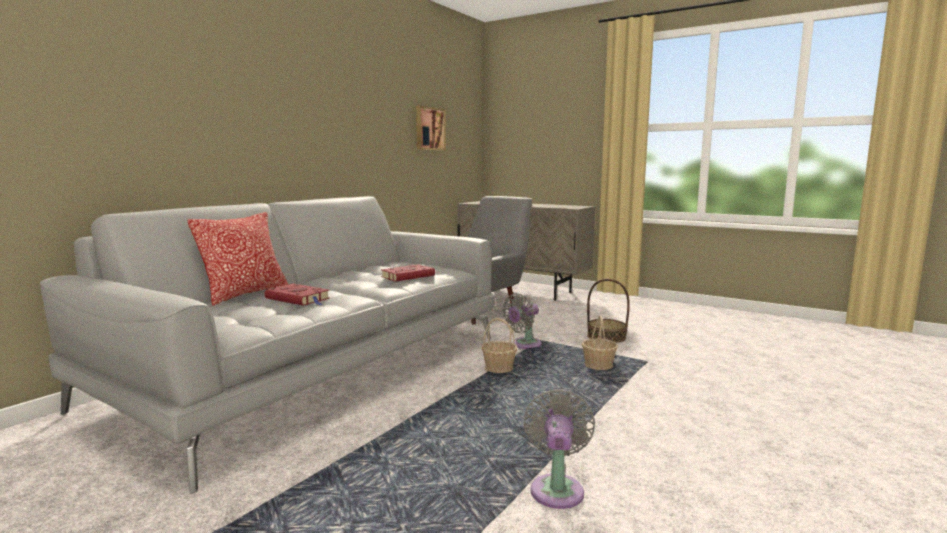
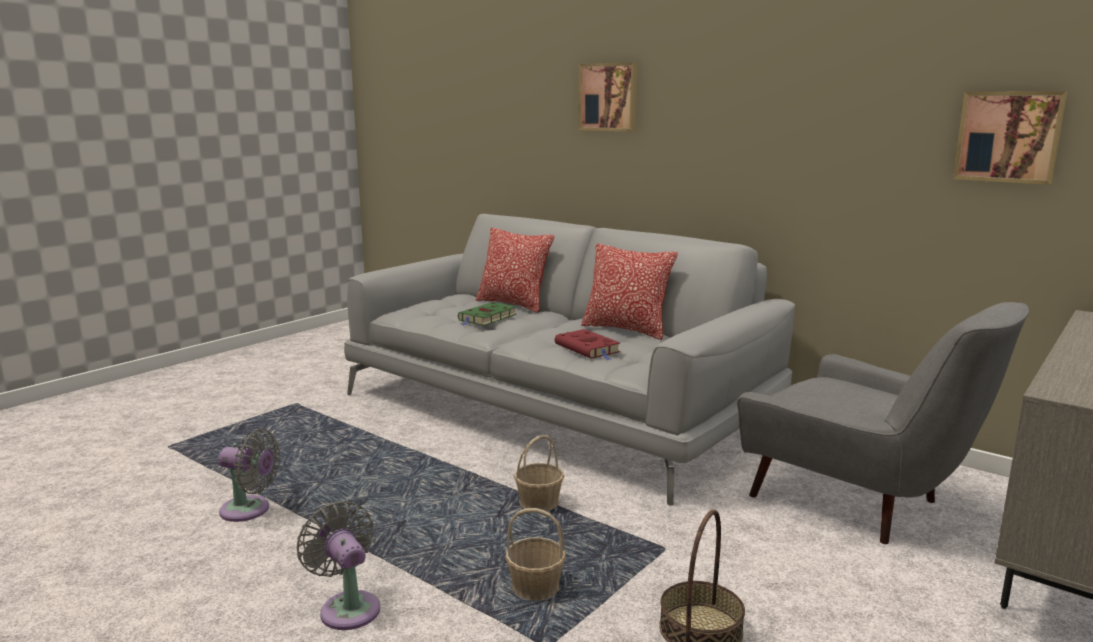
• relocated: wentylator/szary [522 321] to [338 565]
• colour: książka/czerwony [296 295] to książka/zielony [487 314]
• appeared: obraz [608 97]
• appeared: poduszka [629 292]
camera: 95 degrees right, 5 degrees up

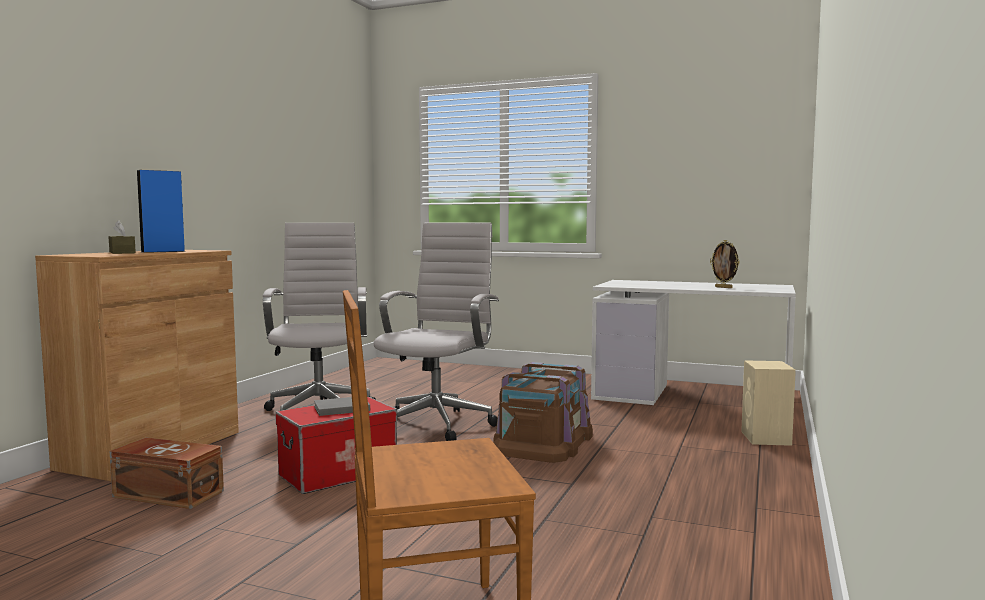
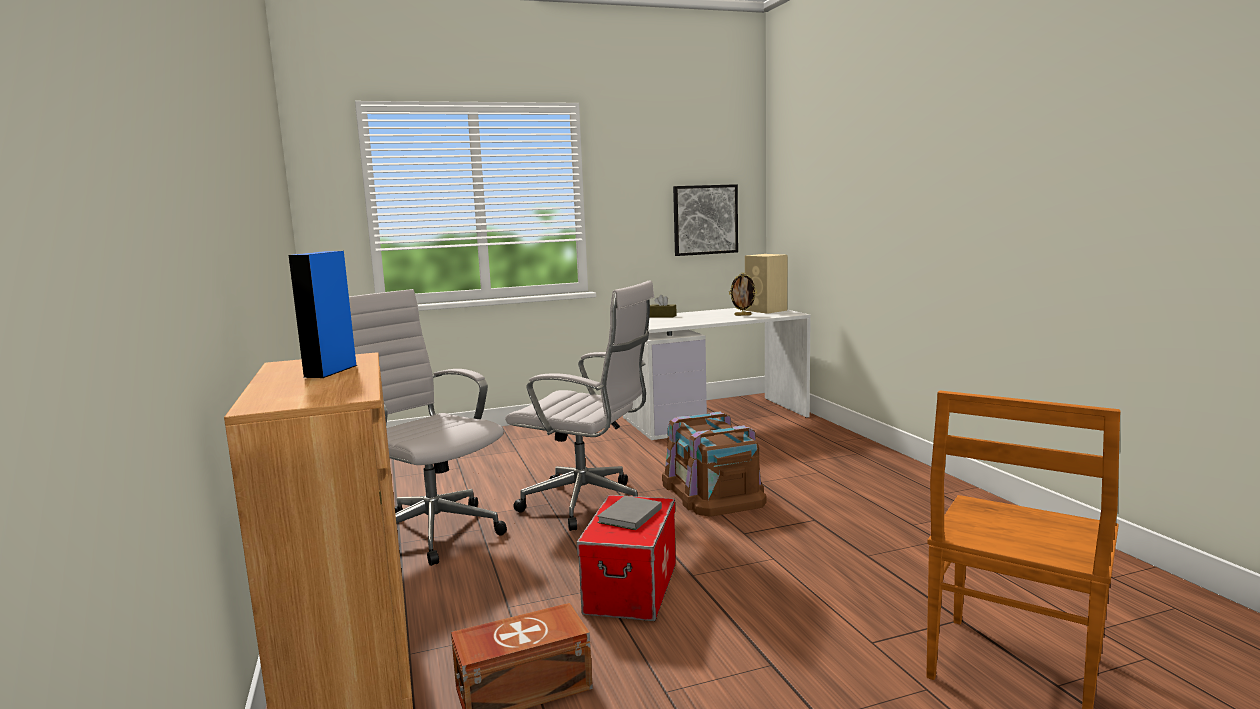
• spun: krzesło biurowe/biały [436 332] = [579 405] 135 degrees clockwise
• relocated: pudełko chusteczek/brązowy [122 237] to [662 306]
• appeared: obraz [705 220]
• relocated: głośnik/beżowy [768 403] to [766 284]
camera: 40 degrees left, 5 degrees up

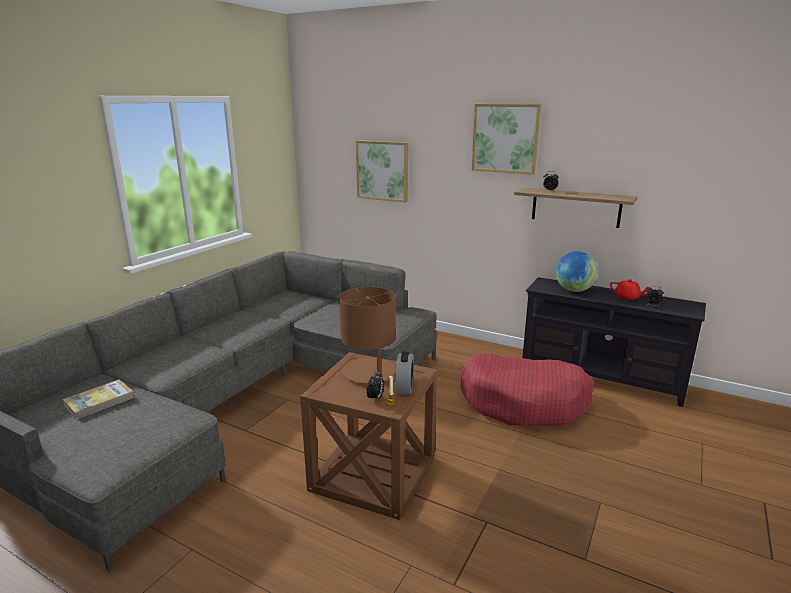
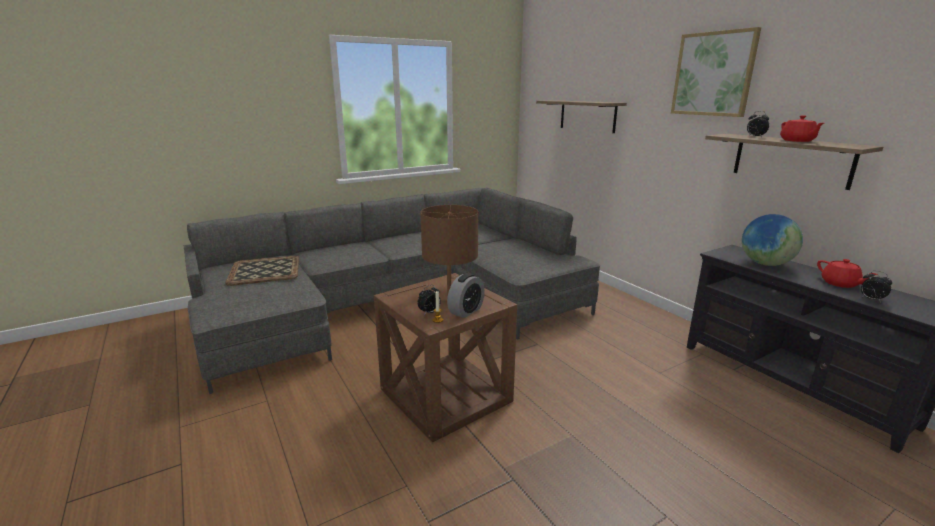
• exchanged: książka [99 399] to taca [262 271]
• exchanged: obraz [382 171] to półka [581 116]
• appeared: imbryk/czerwony [802 128]
• missing: legowisko/czerwony [527 390]
camera: 30 degrees right, 0 degrees up

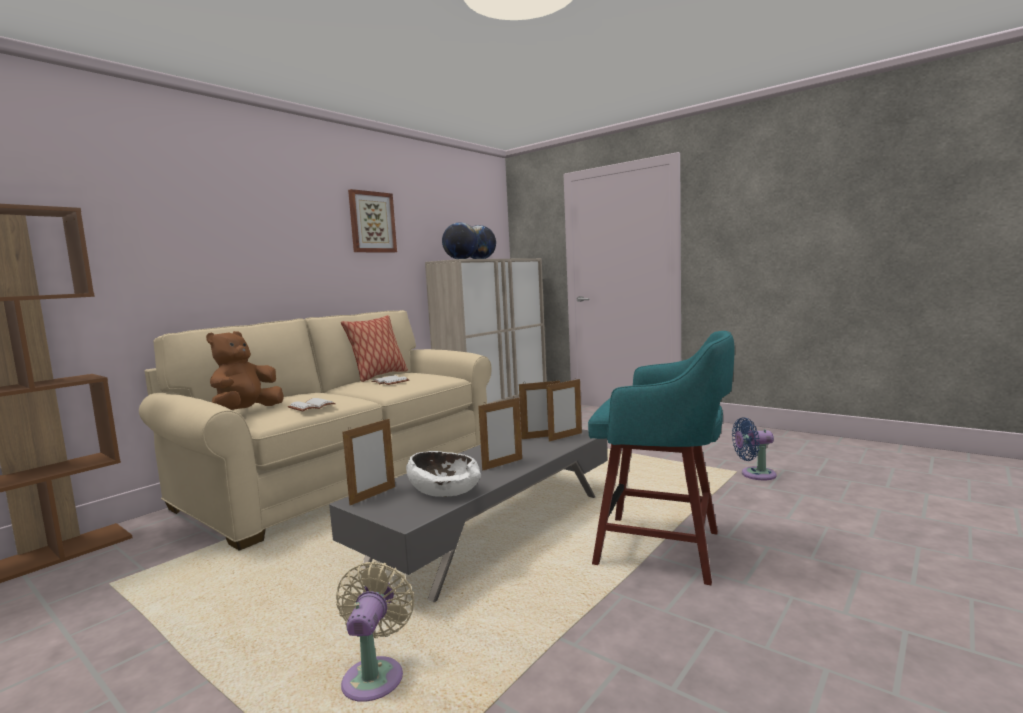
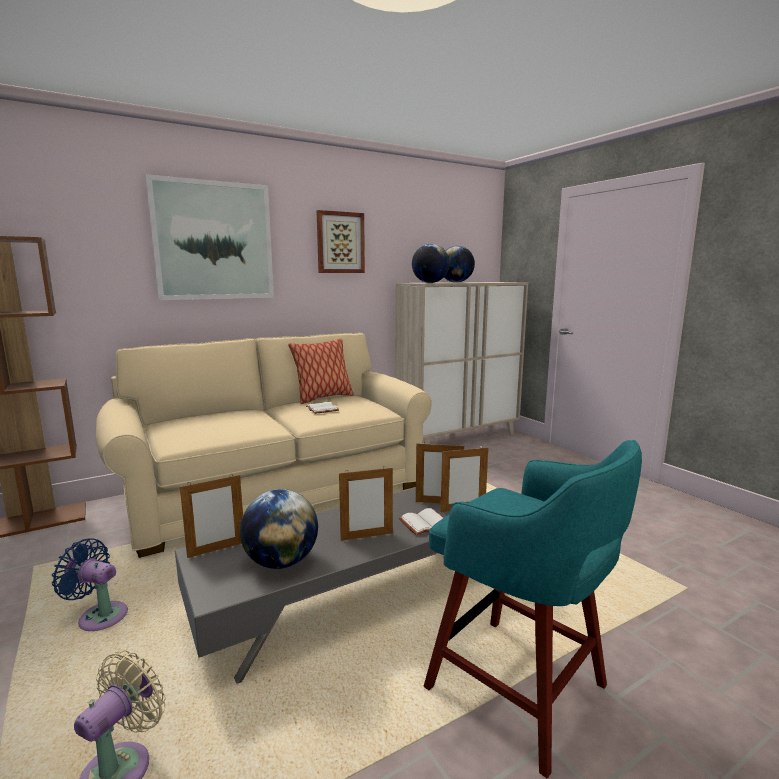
• relocated: wentylator/niebieski [754 448] to [90 584]
• appeared: obraz [209 237]
• exchanged: miska/biały [443 474] to globus [279 529]
• relocated: książka/biały [312 405] to [421 522]
• missing: pluszak/brązowy [244 370]
camera: 20 degrees right, 5 degrees up

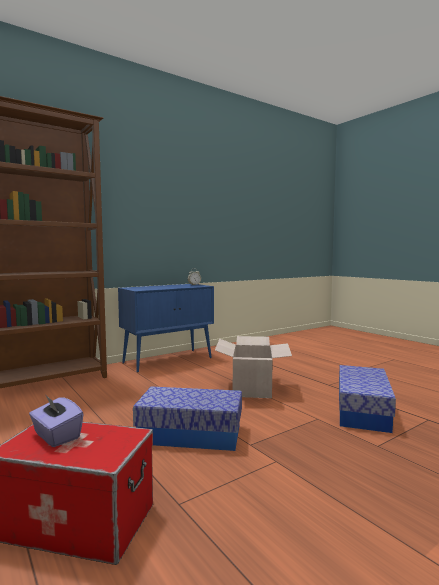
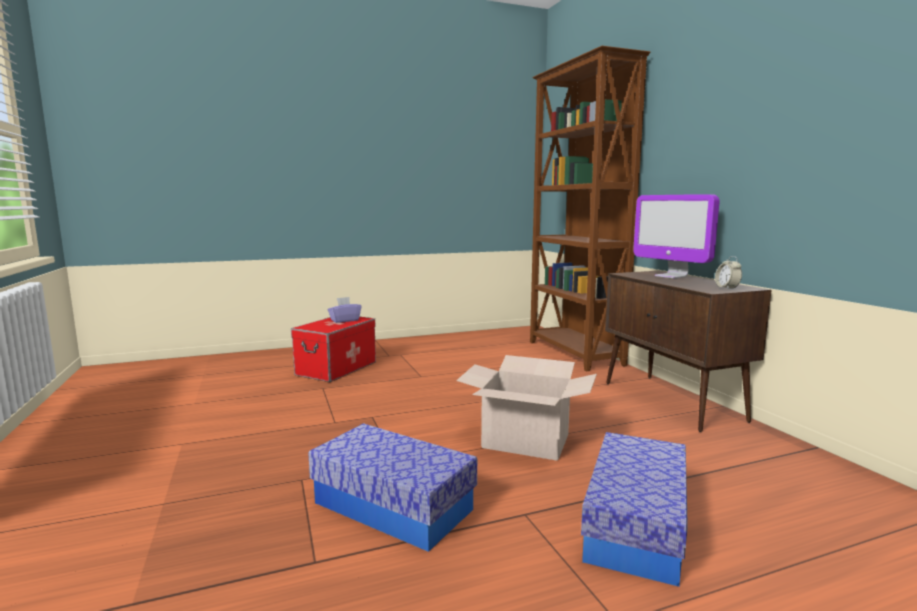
• relocated: pojemnik do przechowywania [187 418] to [634 509]
• colour: szafka/niebieski [166 328] to szafka/brązowy [688 351]
• appeared: monitor [676 236]
camera: 105 degrees right, 5 degrees up

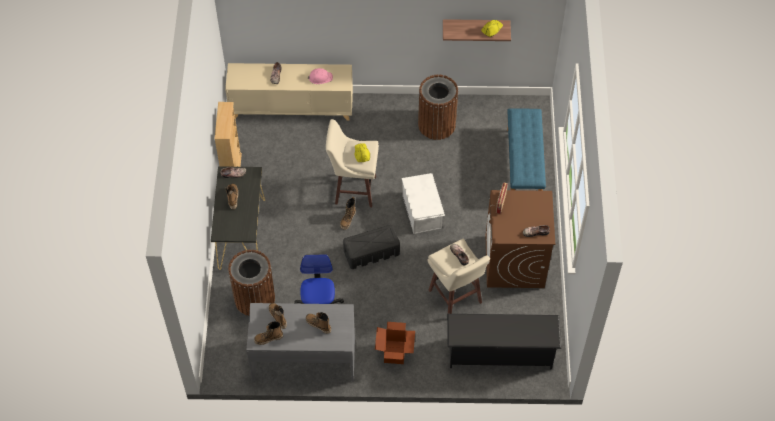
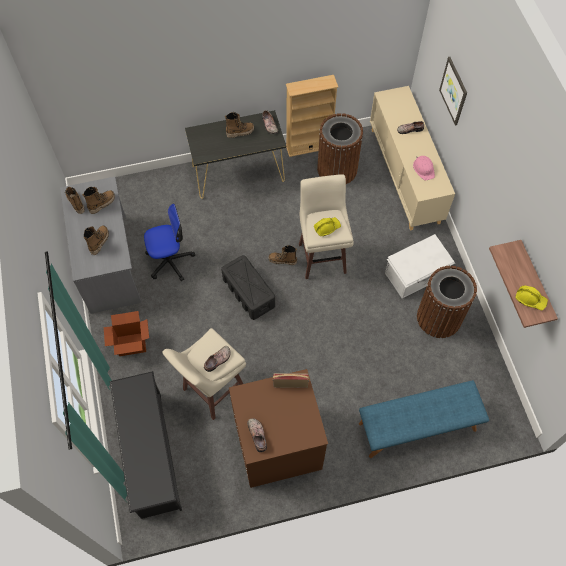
• relocated: kosz na śmieci/brązowy [251 283] to [340 148]
• relocated: pojemnik do przechowywania/biały [423 203] to [420 266]
• appeared: obraz [453 91]
camera: 75 degrees right, 5 degrees up

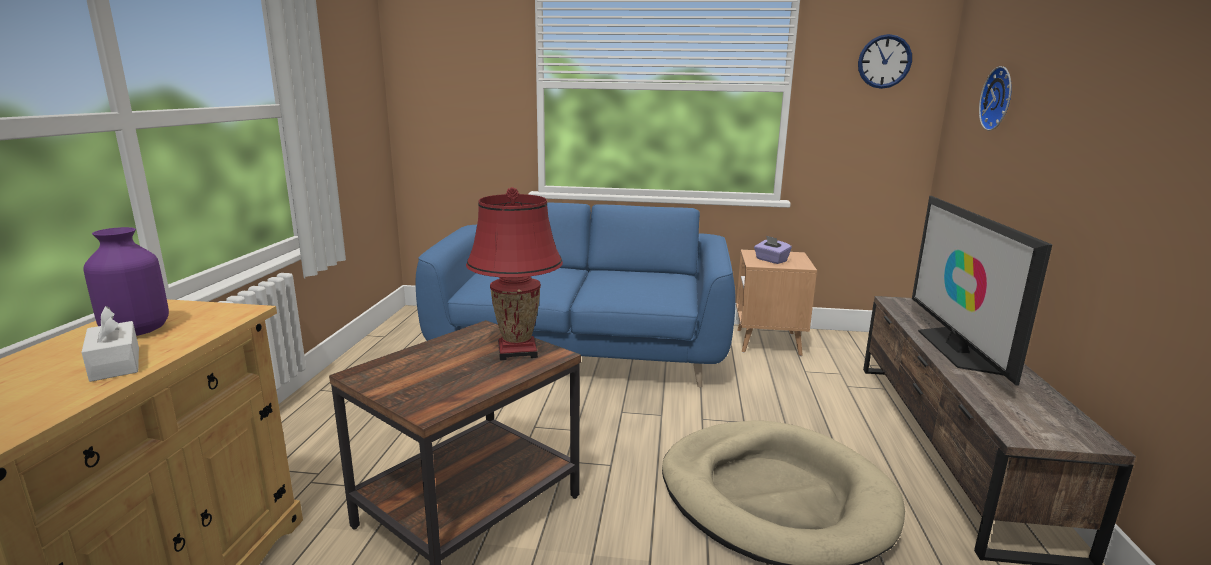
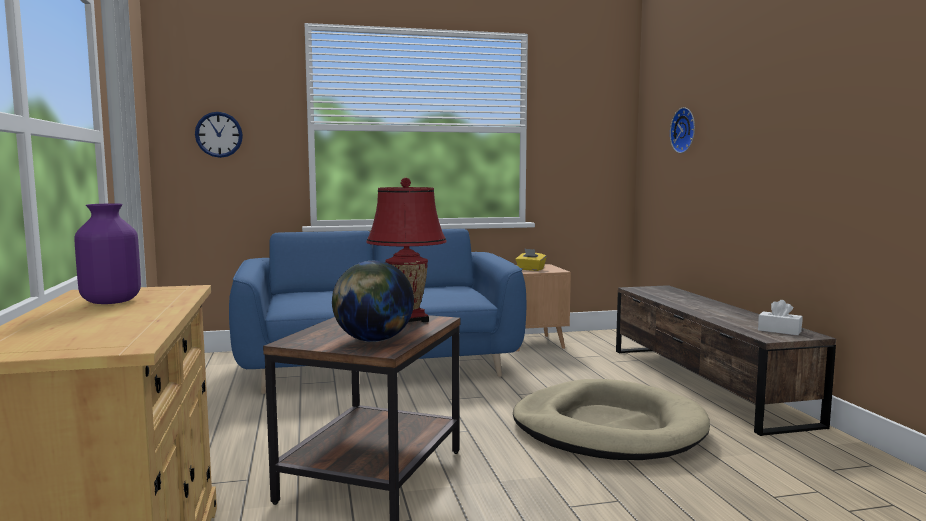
• relocated: zegar ścienny [885 61] to [219 135]
• appeared: globus [373 301]
• colour: pudełko chusteczek/fioletowy [773 249] to pudełko chusteczek/żółty [530 259]
• relocated: pudełko chusteczek/biały [110 344] to [780 317]
• missing: telewizor [982 290]
camera: 20 degrees left, 10 degrees down

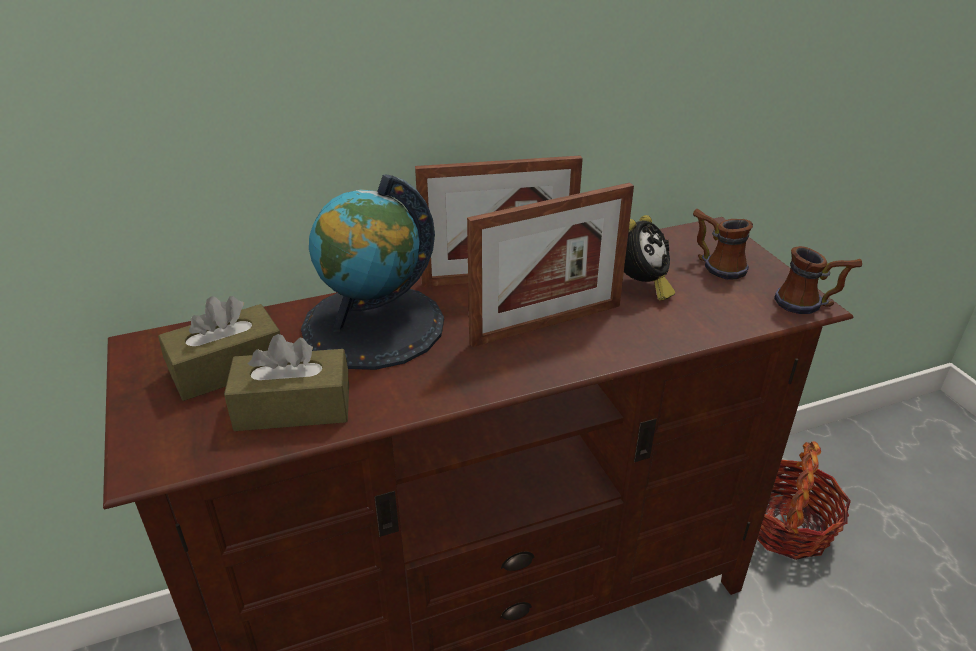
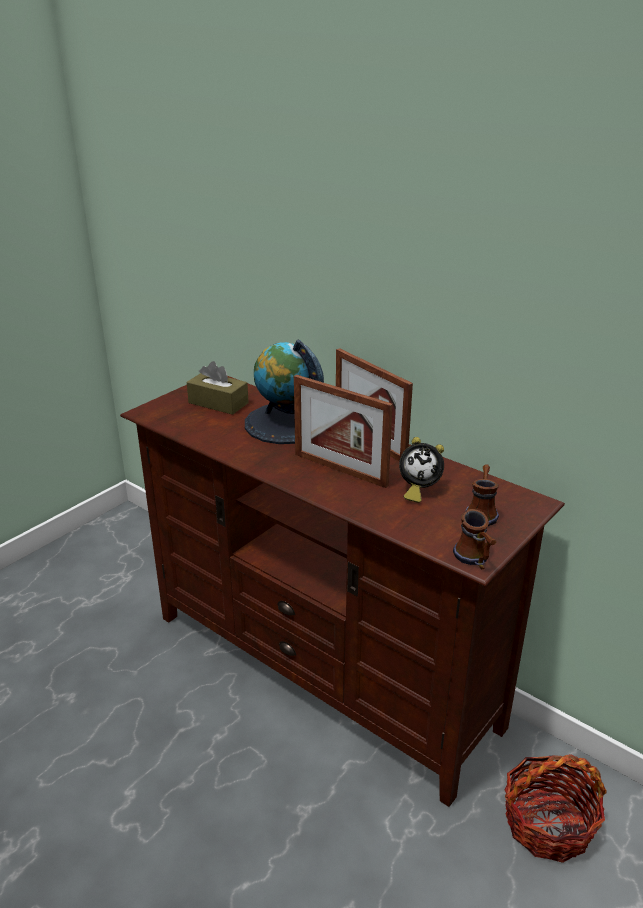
• missing: pudełko chusteczek/brązowy [286 382]
camera: 60 degrees right, 5 degrees down

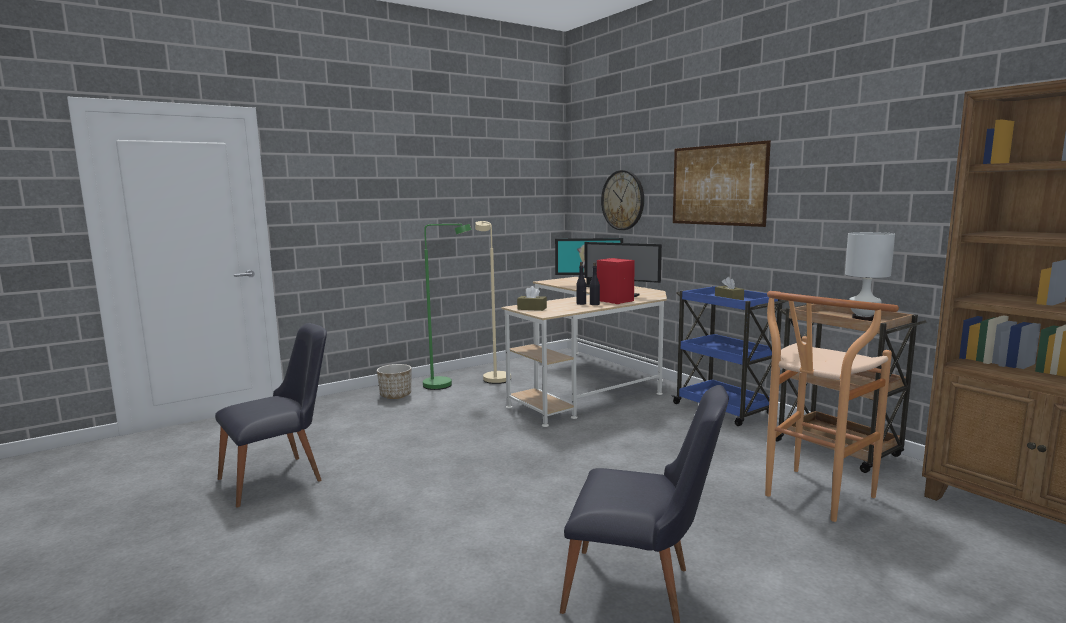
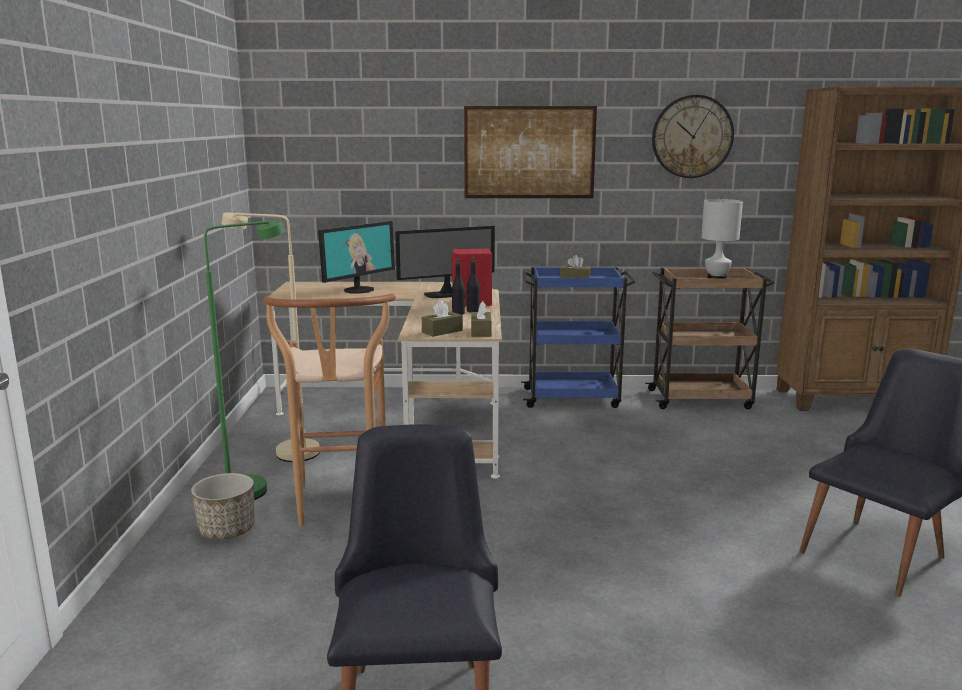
• relocated: stołek/brązowy [832 406] to [330 410]
• appeared: pudełko chusteczek/brązowy [481 319]
• relocated: zegar ścienny [622 200] to [693 136]
camera: 55 degrees left, 5 degrees up

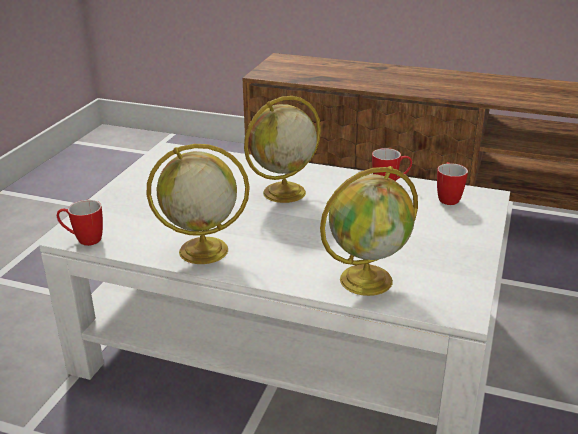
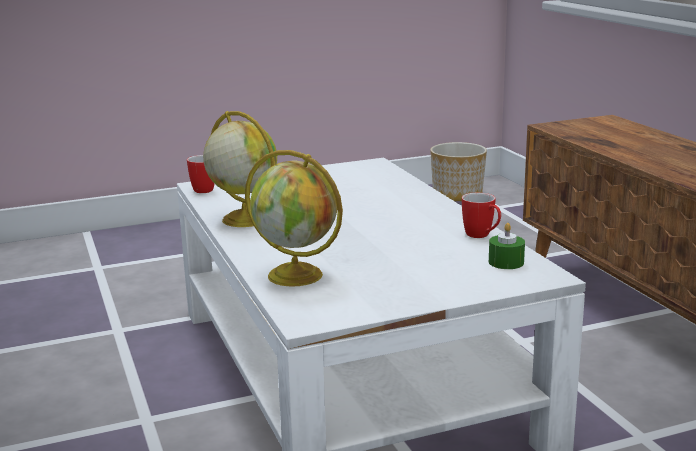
• appeared: donica [458 171]
• exchanged: kubek [452 183] to świeca/zielony [507 246]
• missing: globus [282 149]
camera: 50 degrees right, 10 degrees down

